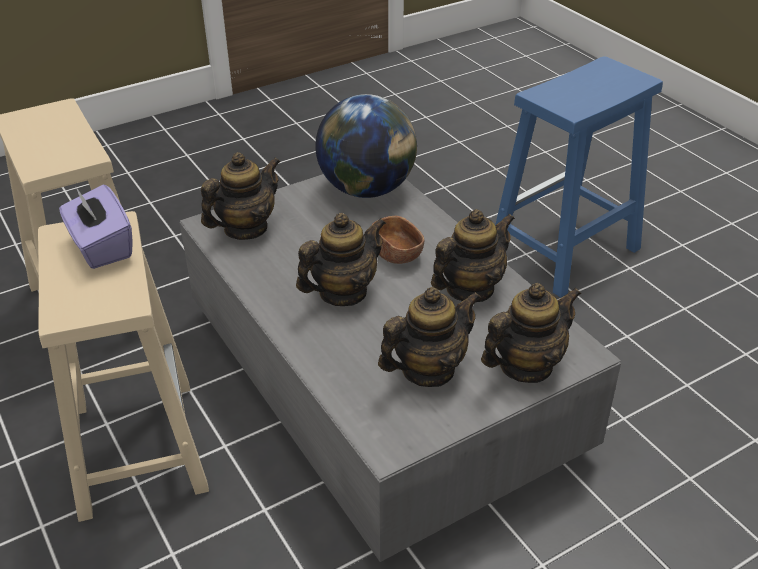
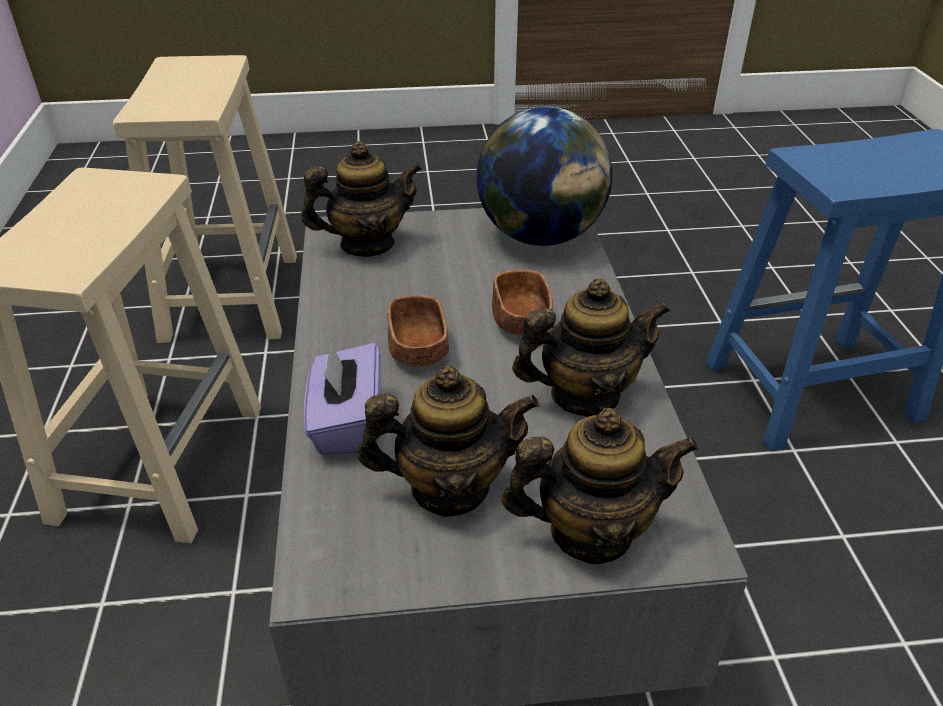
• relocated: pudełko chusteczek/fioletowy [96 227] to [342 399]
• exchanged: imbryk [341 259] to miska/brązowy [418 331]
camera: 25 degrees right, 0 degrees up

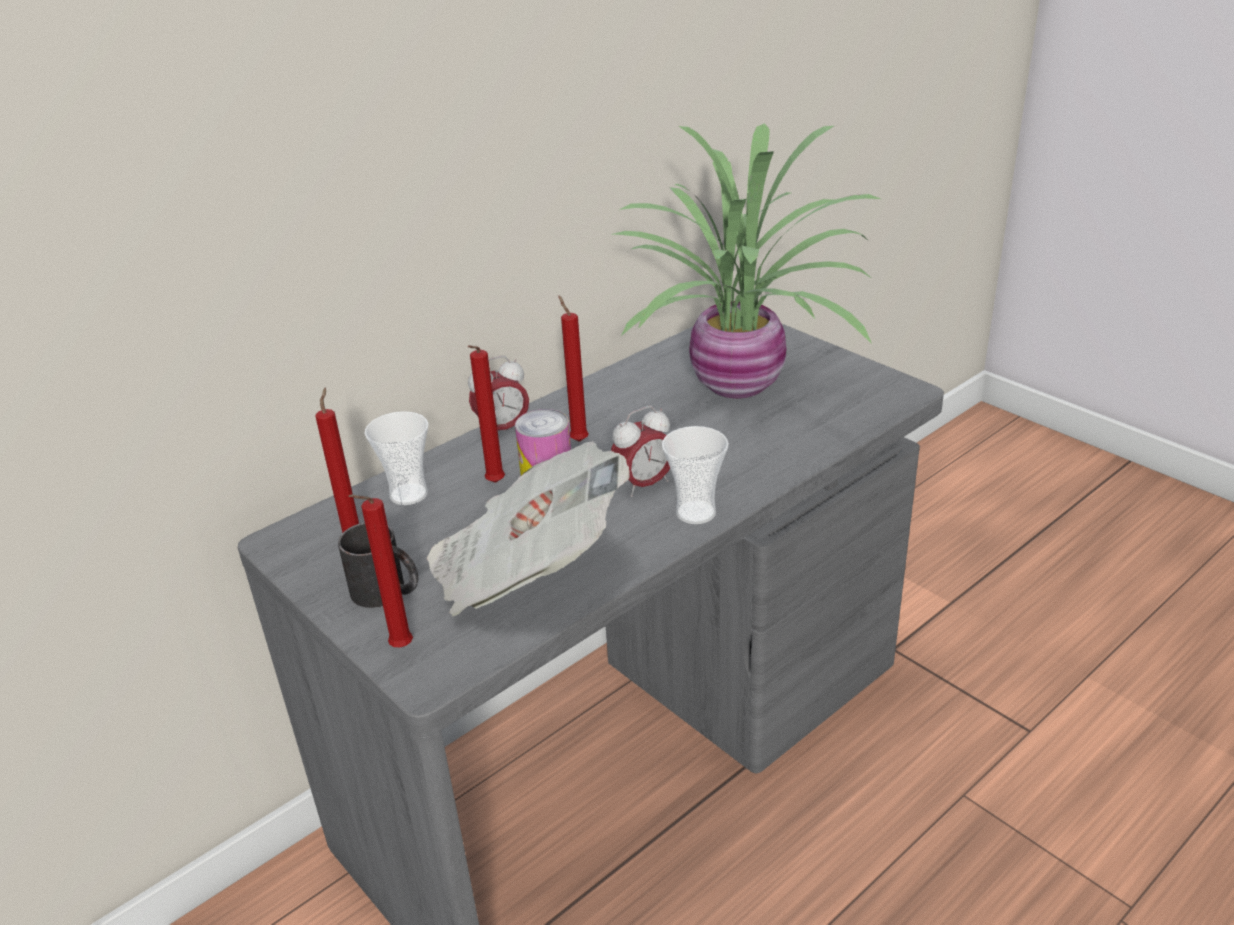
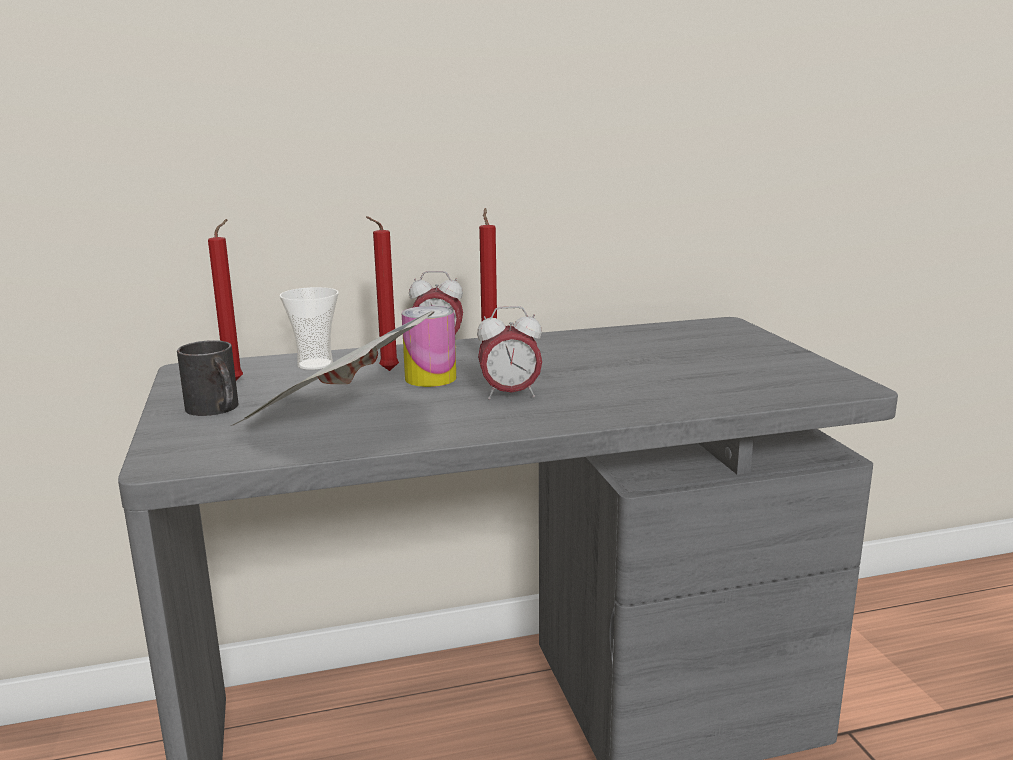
• missing: świeca/czerwony [381 570]
• missing: roślina doniczkowa [747 260]
• missing: filiżanka [695 475]
camera: 25 degrees right, 15 degrees down

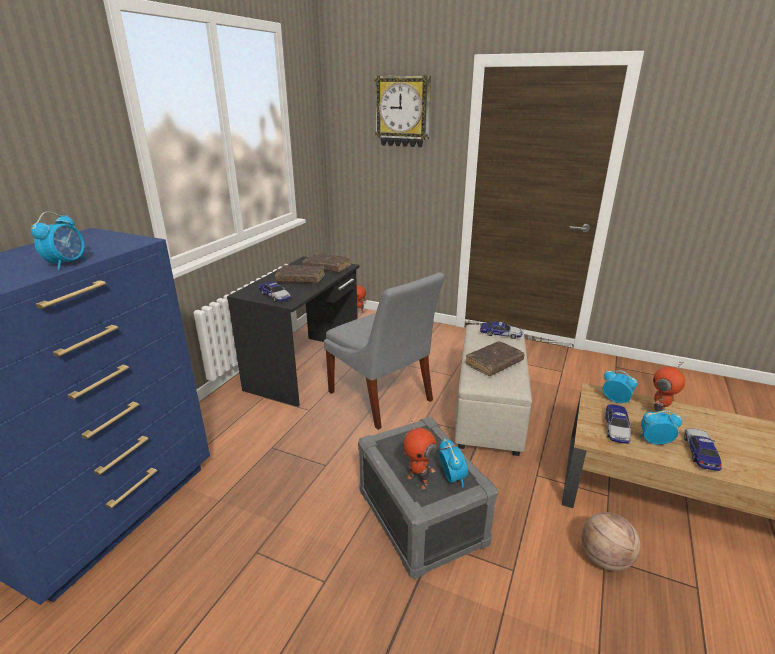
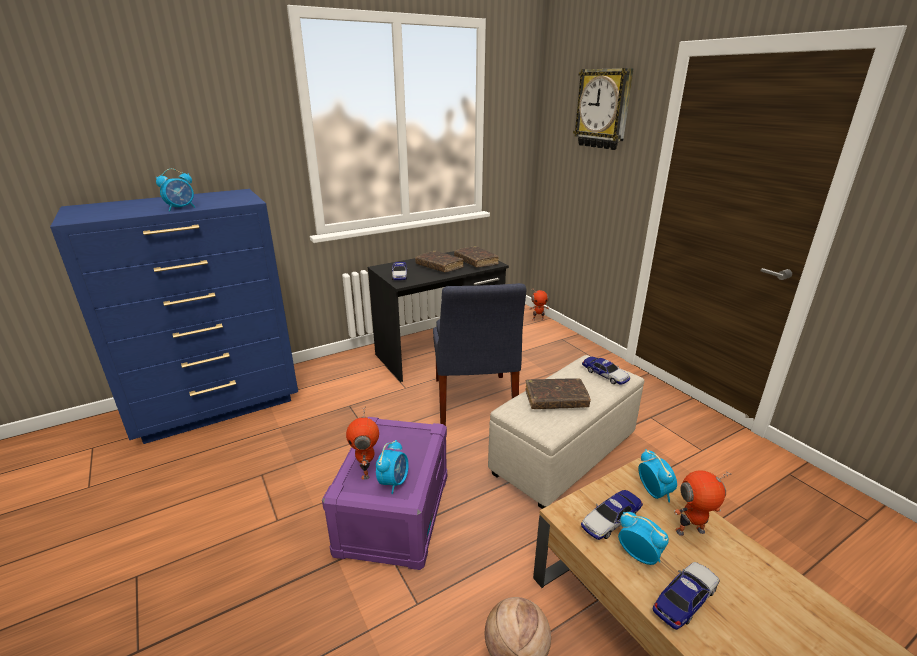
• colour: pojemnik do przechowywania/szary [428 498] to pojemnik do przechowywania/fioletowy [384 493]
• colour: krzesło/szary [384 351] to krzesło/niebieski [479 354]
camera: 35 degrees right, 0 degrees up

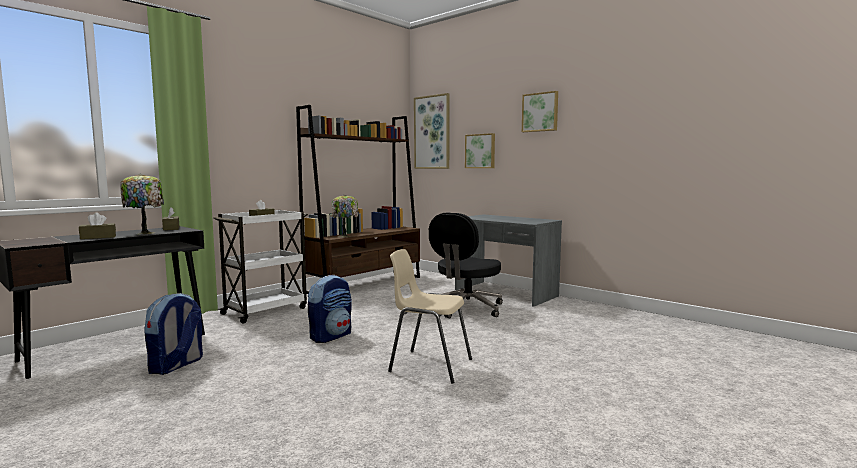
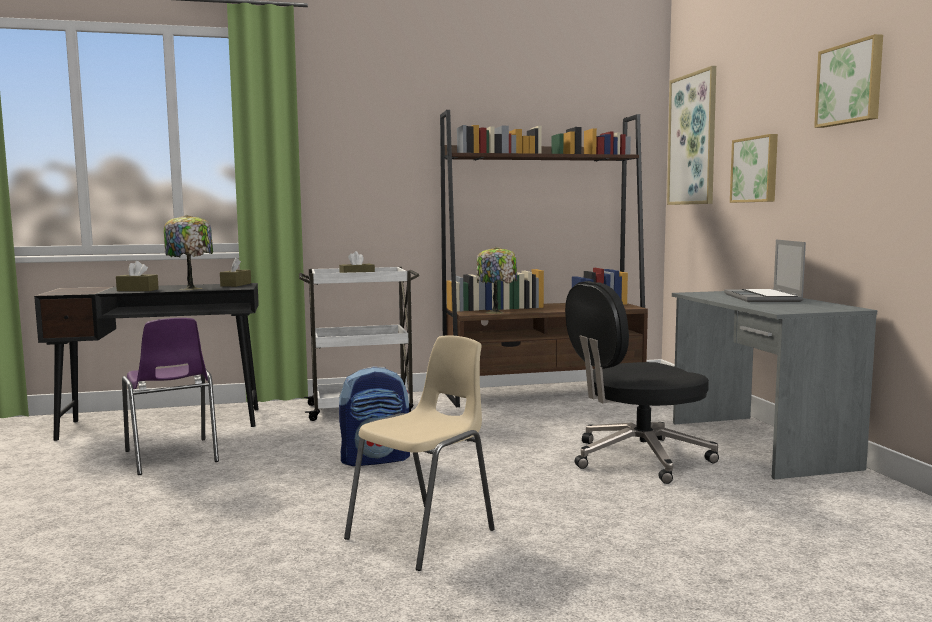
• exchanged: plecak [173 334] to krzesło/fioletowy [170 396]
• spun: krzesło/beżowy [430 316] = [419 453] 75 degrees clockwise
• appeared: laptop [765 270]
camera: 35 degrees right, 0 degrees up

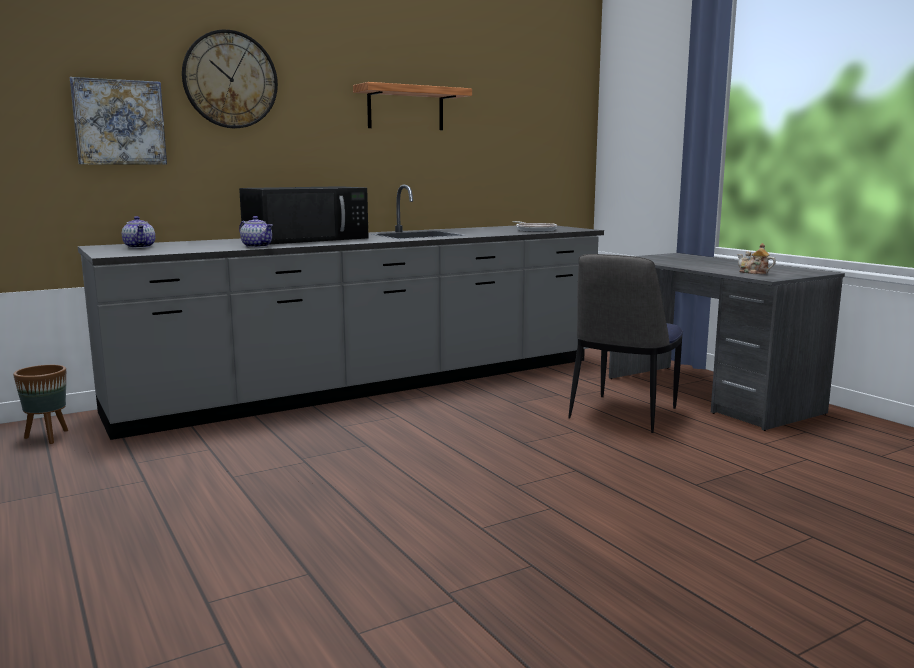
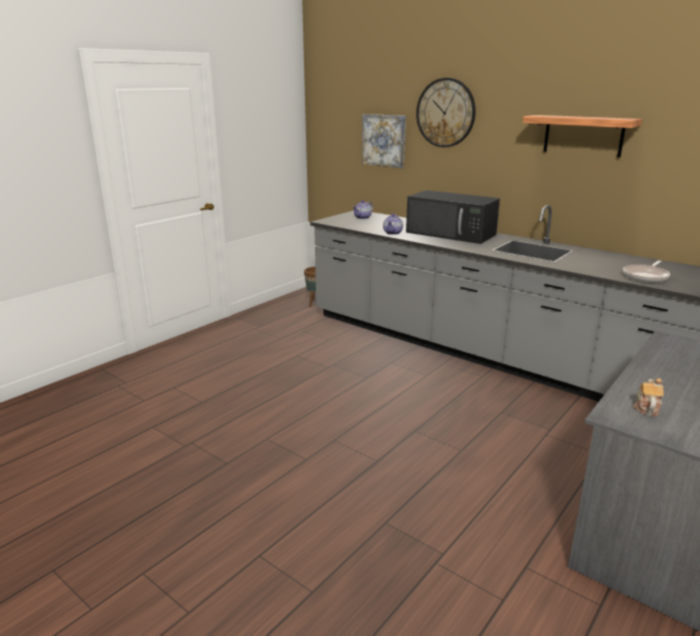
• missing: krzesło [625 343]
camera: 70 degrees right, 10 degrees up

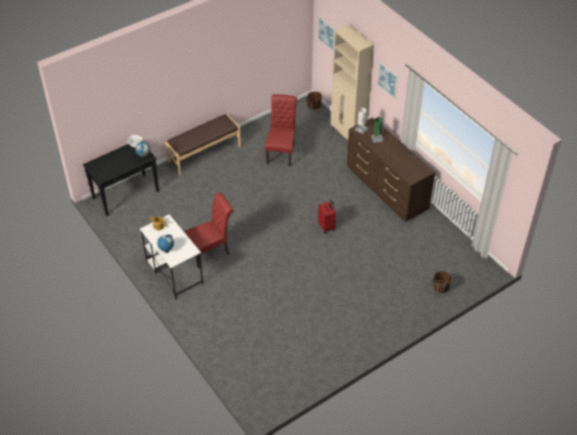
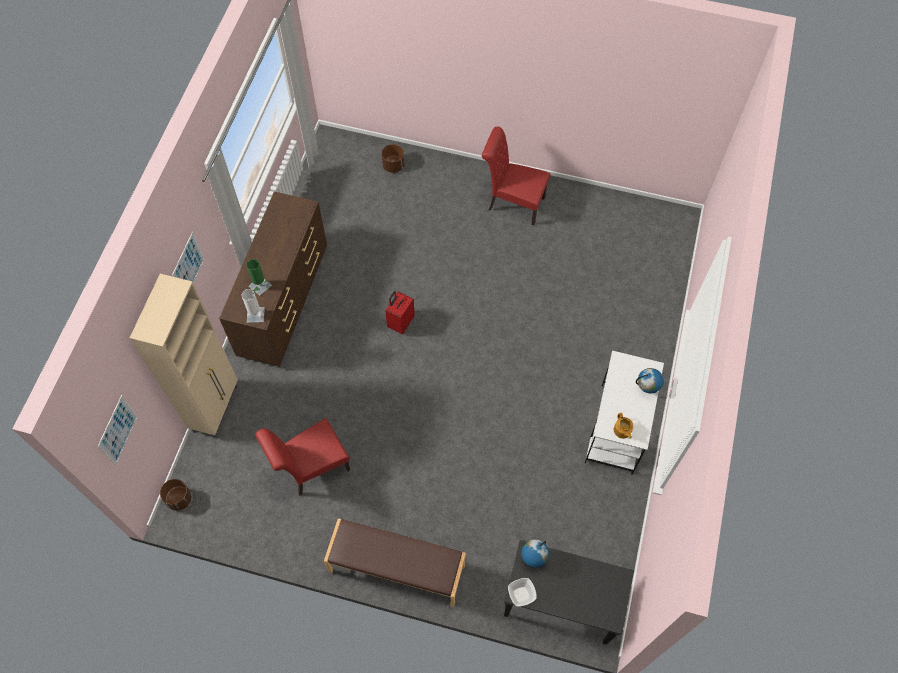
• relocated: krzesło/czerwony [208 230] to [516 176]
camera: 130 degrees left, 15 degrees up

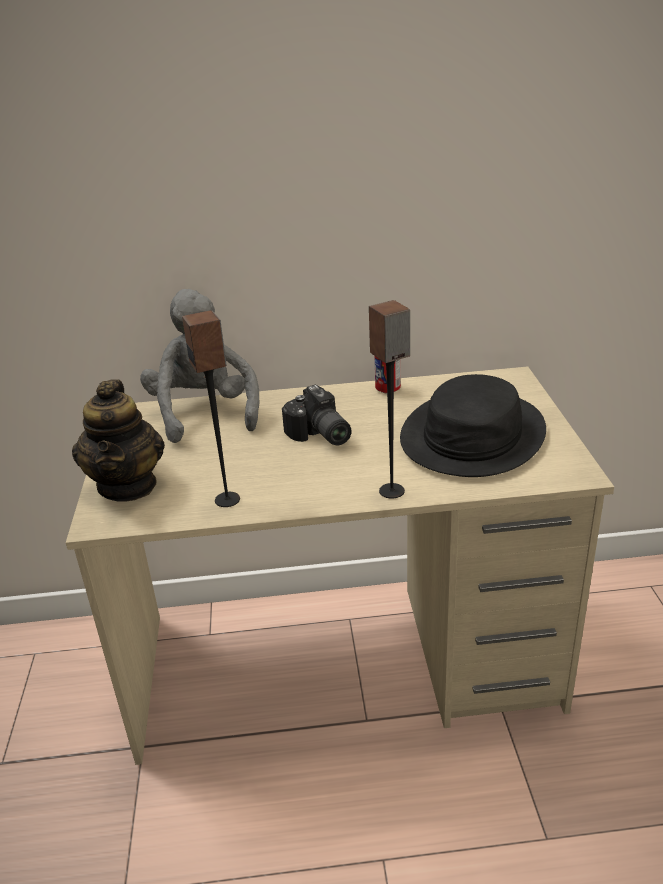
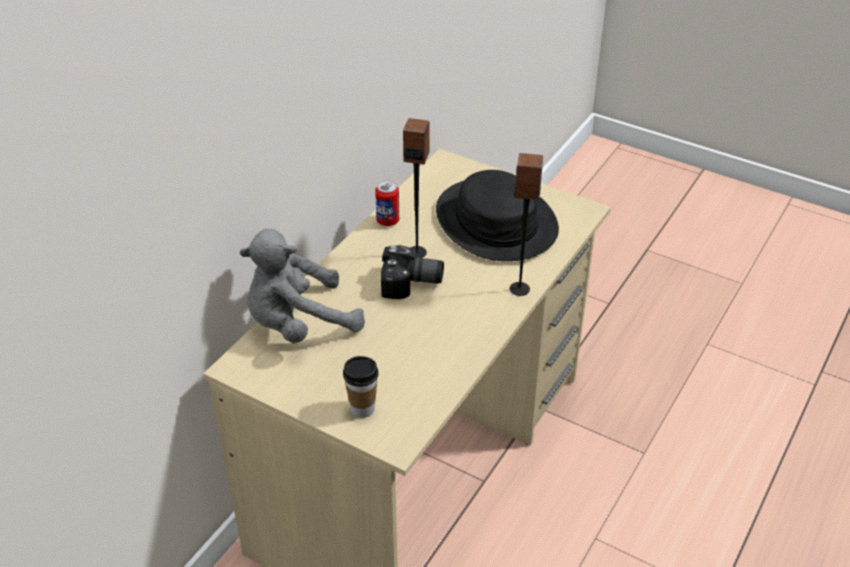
• spun: pluszak/szary [199 366] = [302 286] 45 degrees counterclockwise
• exchanged: imbryk [118 440] to filiżanka [361 387]
• relocated: głośnik [211 408] to [416 188]
camera: 55 degrees left, 10 degrees up

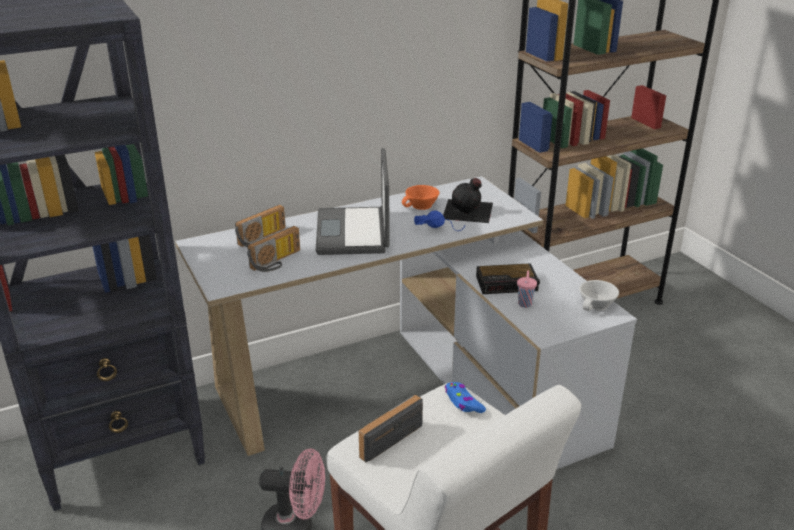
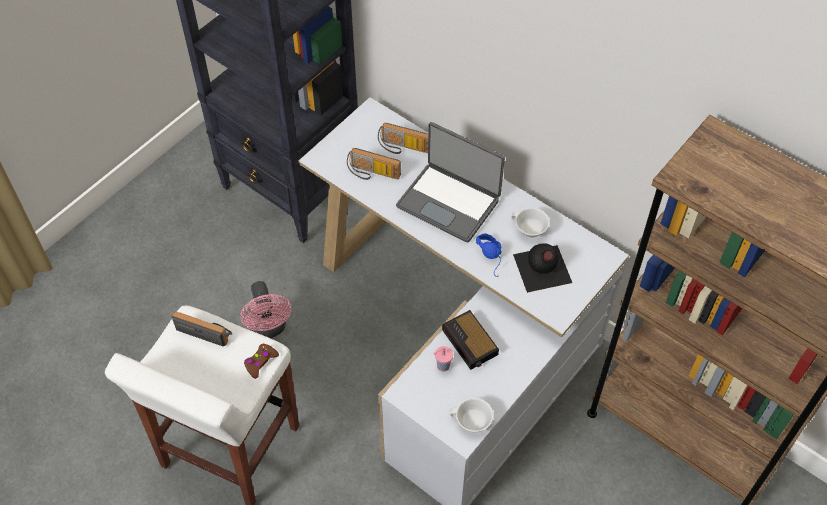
• colour: pad do gier/niebieski [465 397] to pad do gier/brązowy [261 361]
• spun: laptop [353 201] = [450 182] 120 degrees counterclockwise
• colour: filiżanka/pomarańczowy [420 197] to filiżanka/biały [530 223]
camera: 65 degrees right, 25 degrees up

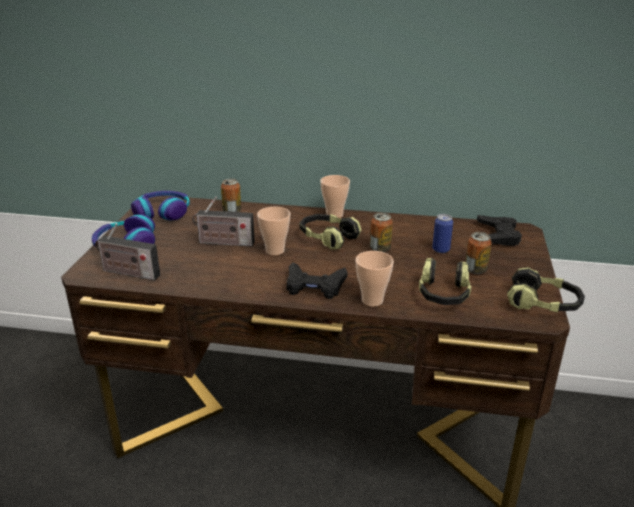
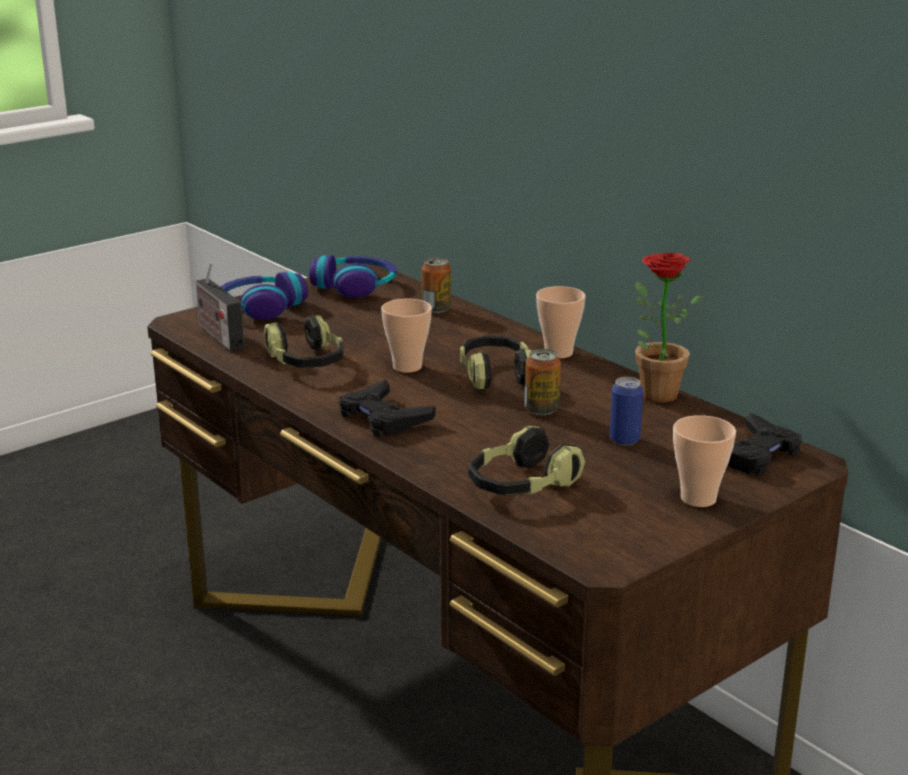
• relocated: słuchawki [546 289] to [304 341]
• appeared: roślina doniczkowa [669 328]
• relocated: filiżanka [375 279] to [704 461]
• missing: radio [223 221]
• missing: puszka [478 253]
camera: 40 degrees right, 5 degrees down

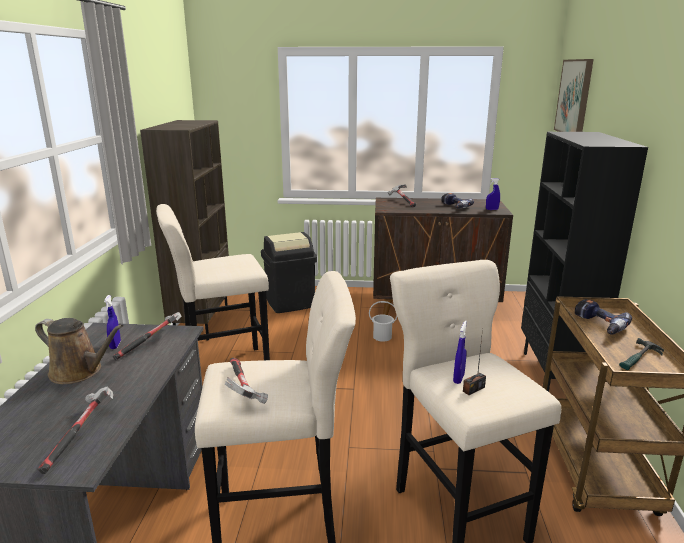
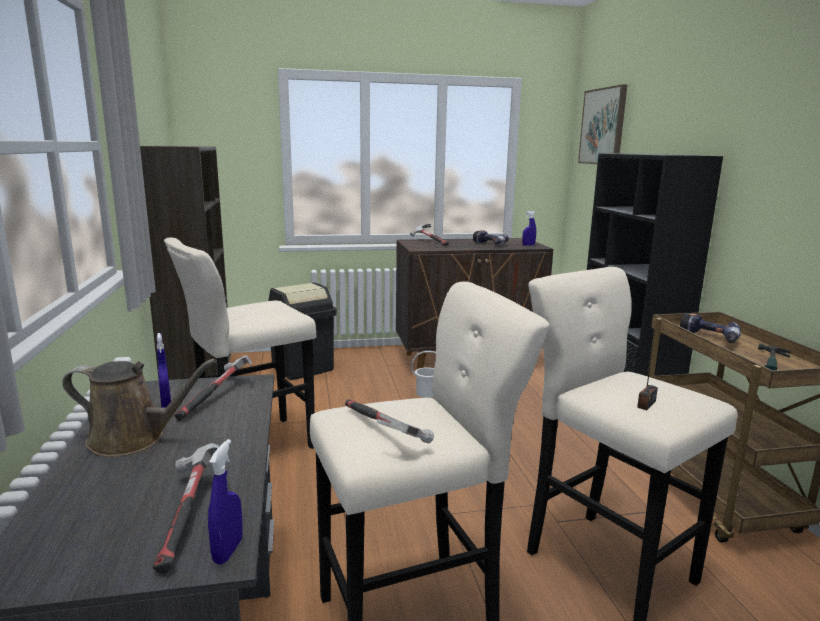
• relocated: spryskiwacz/niebieski [460 352] to [225 501]
camera: 15 degrees left, 5 degrees down

